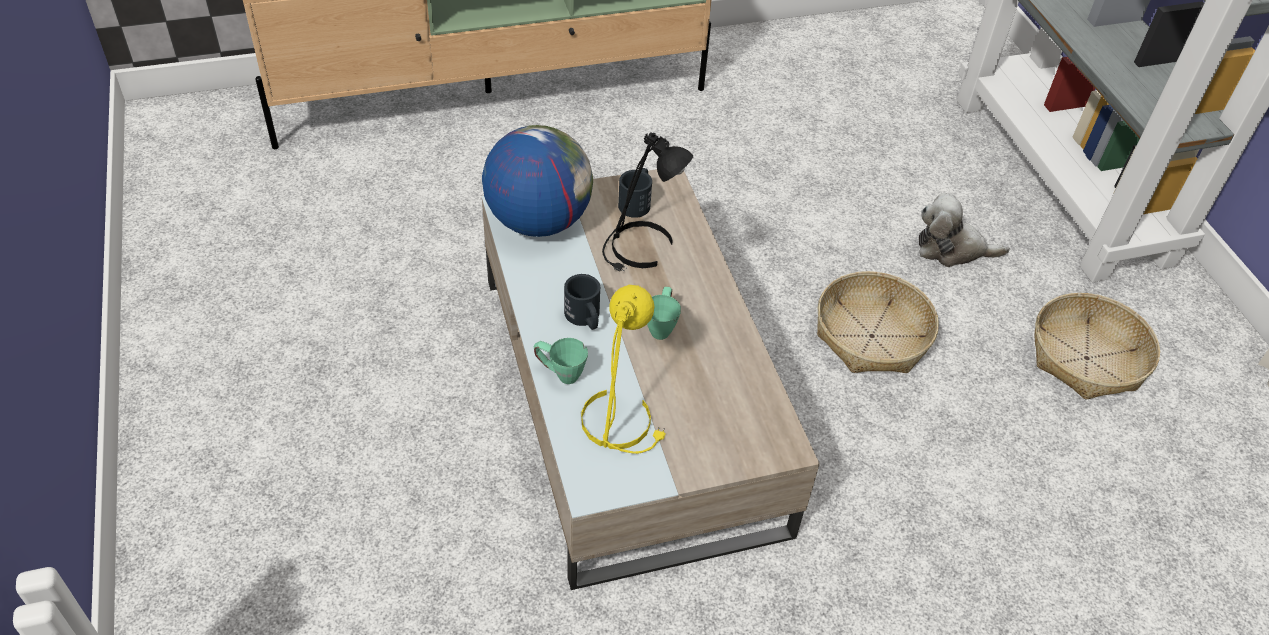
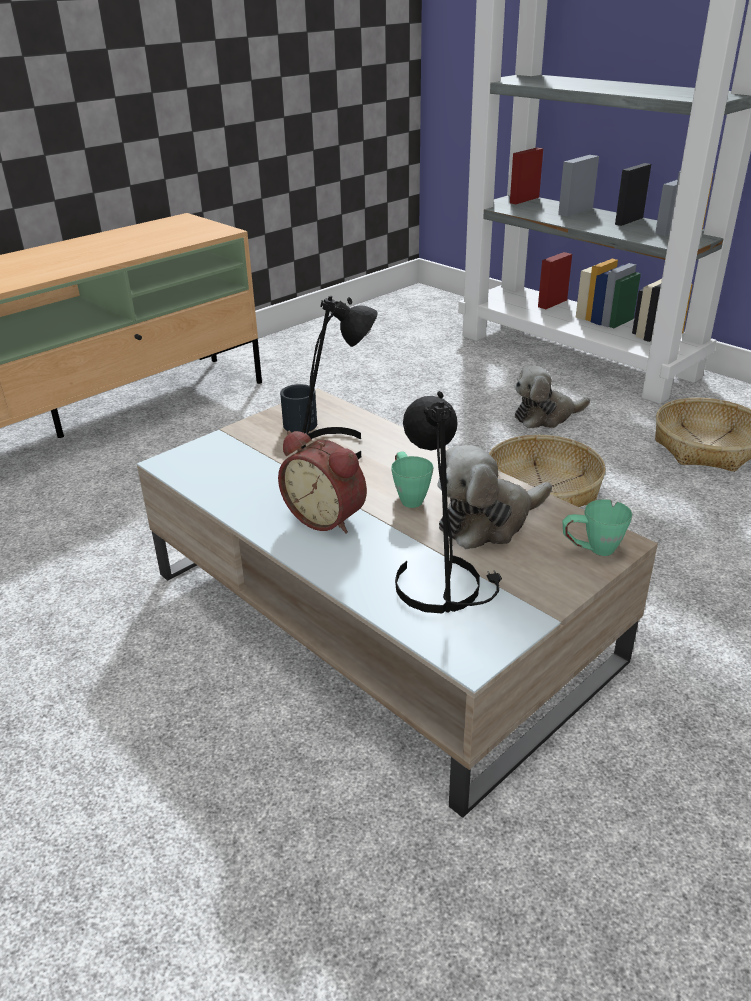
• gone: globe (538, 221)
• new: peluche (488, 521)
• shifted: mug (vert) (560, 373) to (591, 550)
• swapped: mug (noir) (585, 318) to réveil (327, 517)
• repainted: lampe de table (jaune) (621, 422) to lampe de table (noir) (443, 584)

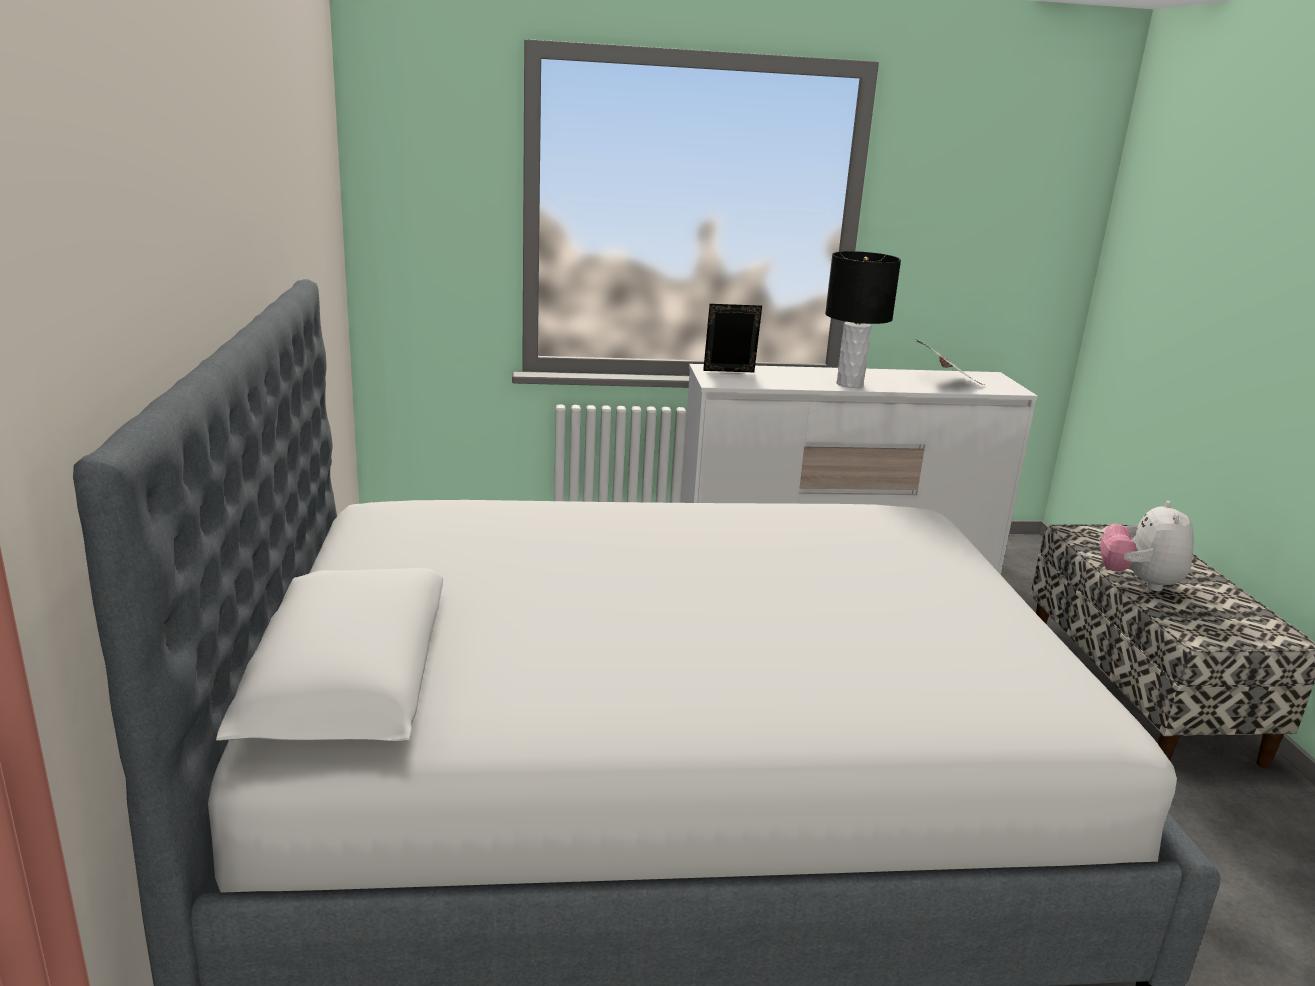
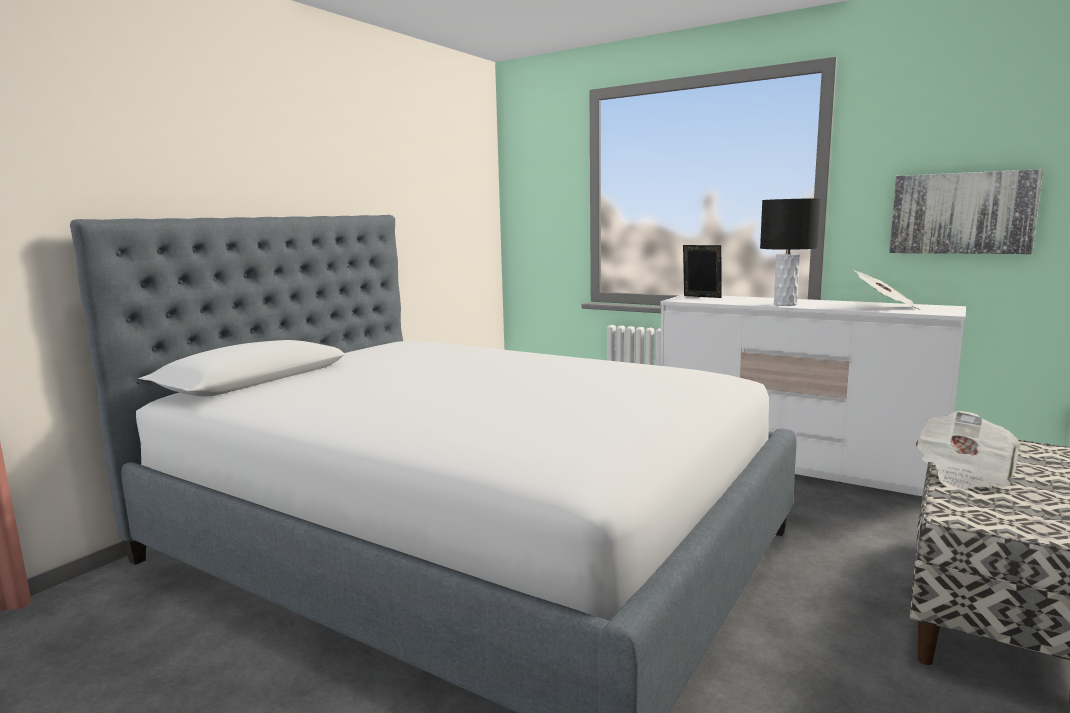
• new: tableau (961, 213)
• swapped: peluche (1139, 582) to journal (963, 474)

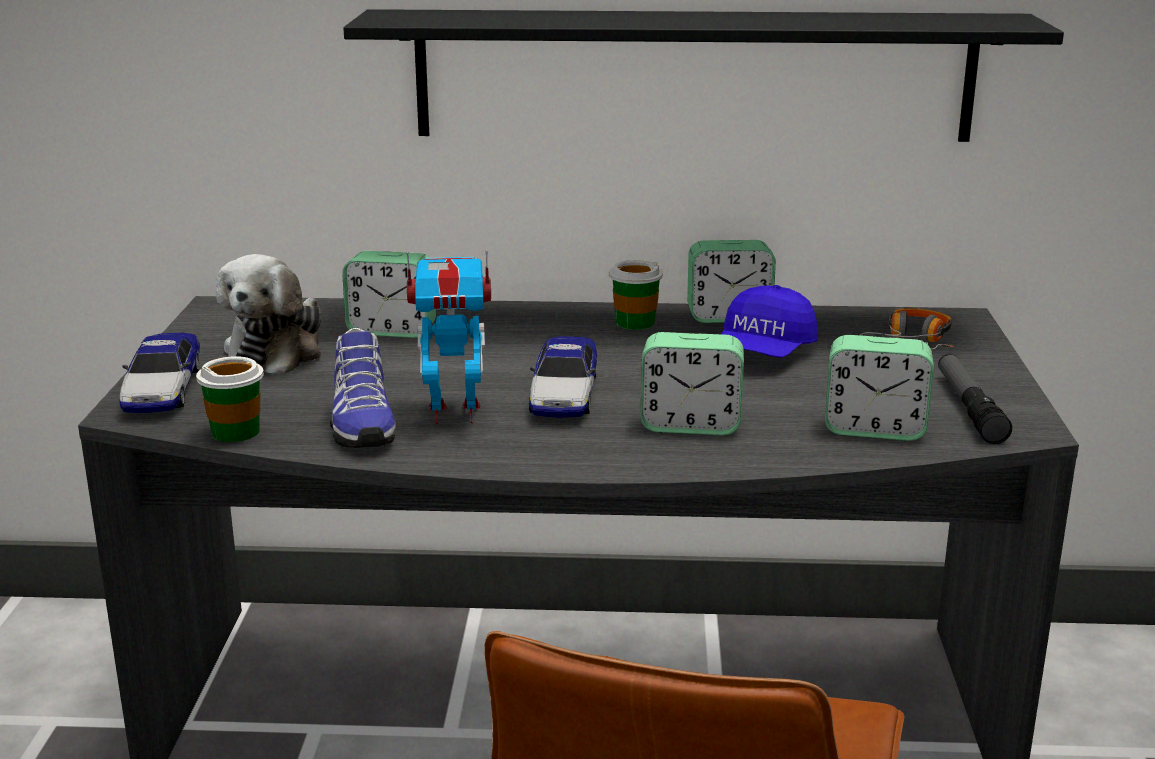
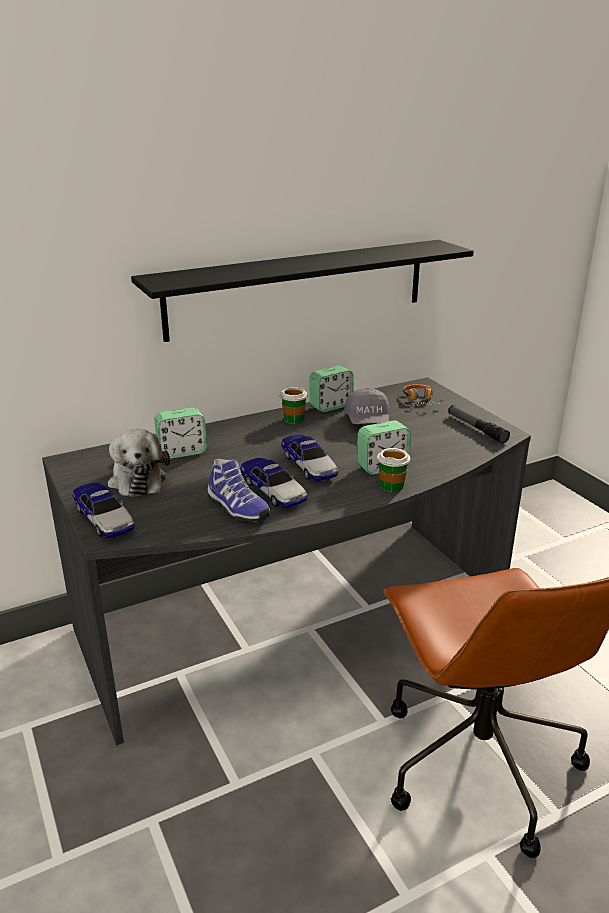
• gone: réveil (874, 429)
• shifted: tasse (236, 432) to (392, 485)
• swapped: robot jouet (454, 413) to petite voiture (273, 490)
• repainted: casquette (bleu) (764, 352) to casquette (gris) (367, 421)

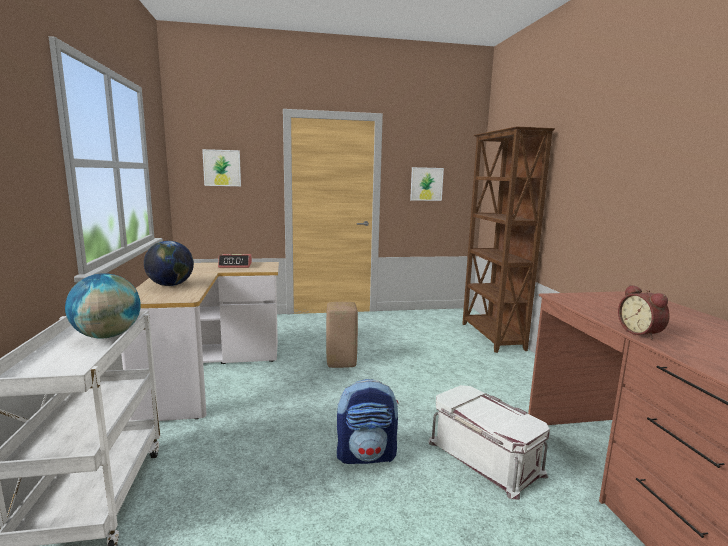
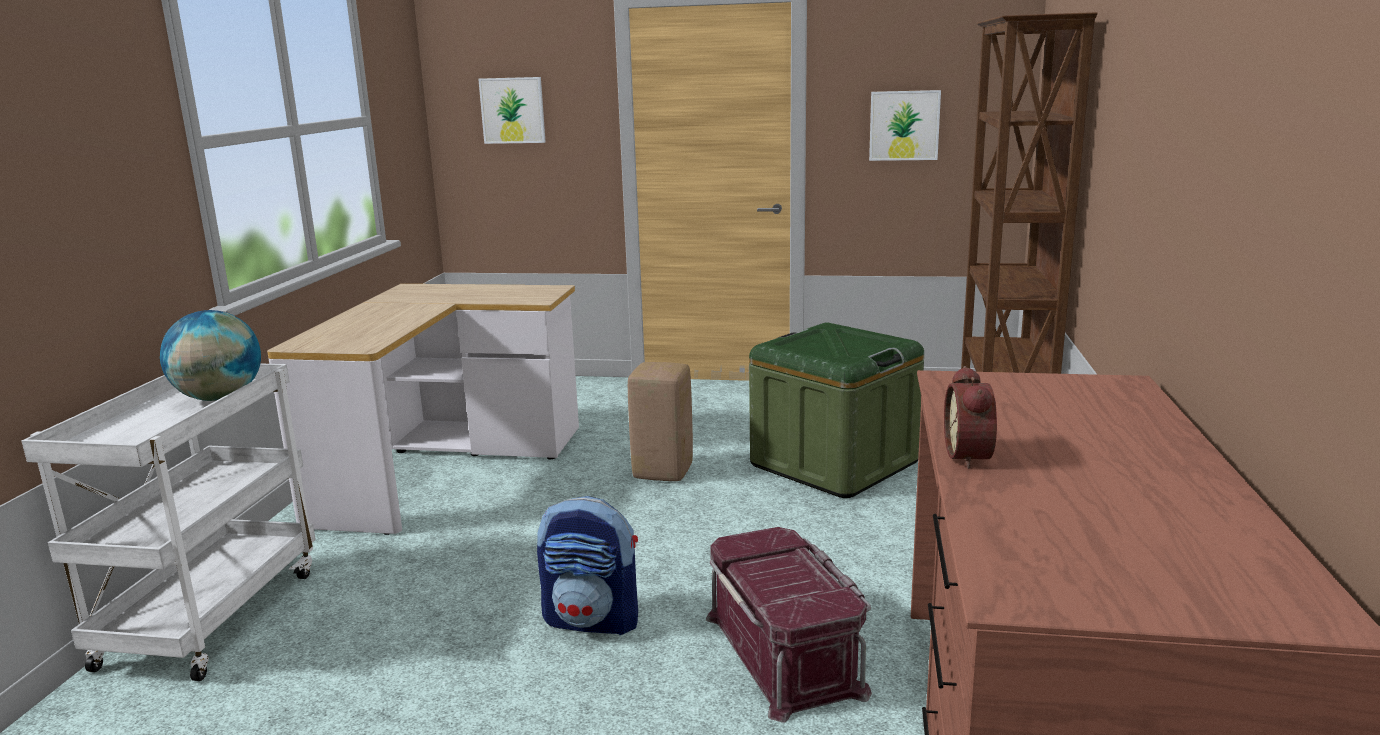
• gone: globe (171, 285)
• gone: réveil (235, 265)
• new: boîte de rangement (vert) (834, 463)
• repainted: boîte de rangement (blanc) (485, 457) to boîte de rangement (rouge) (786, 653)

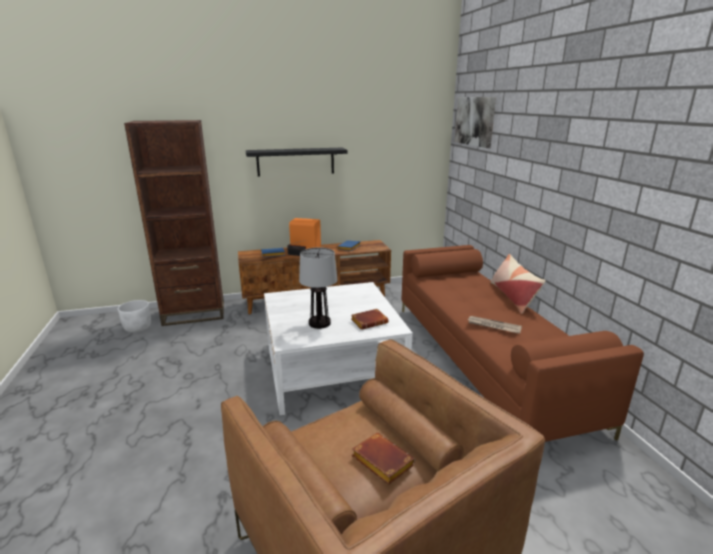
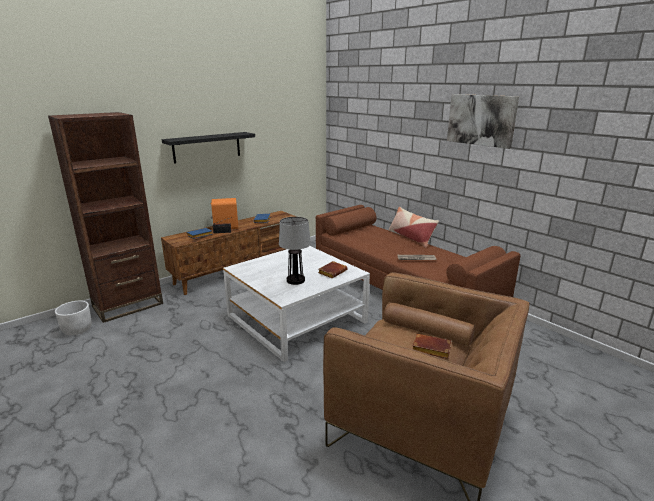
• shifted: tableau (475, 121) to (481, 120)

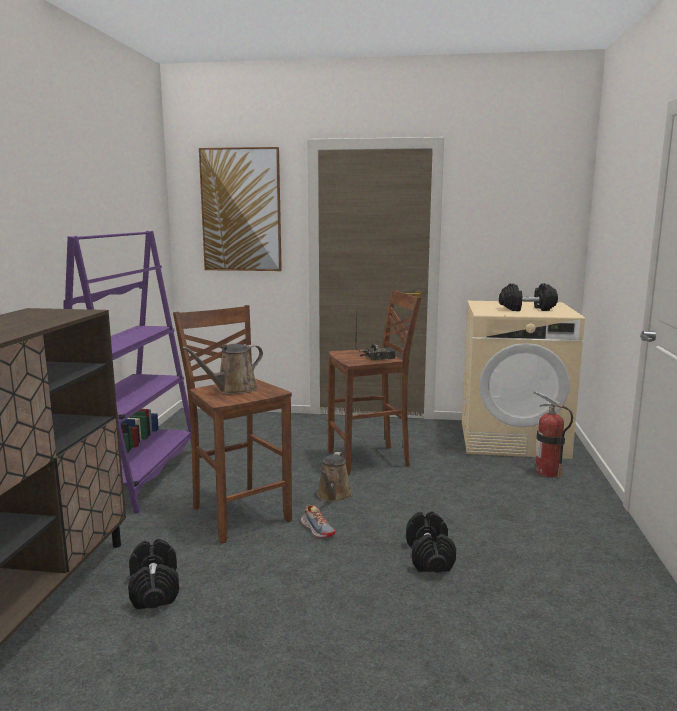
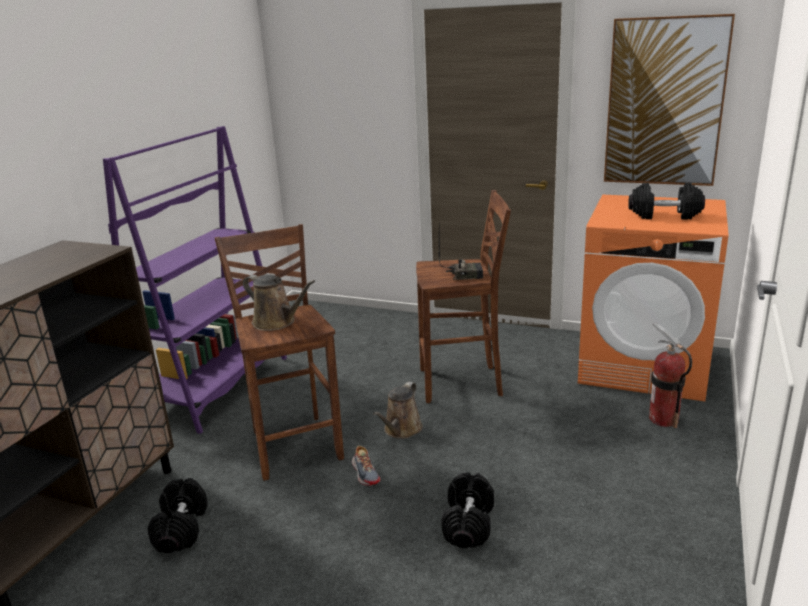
• shifted: tableau (241, 210) to (664, 103)
• repainted: lave-linge (beige) (513, 439) to lave-linge (orange) (644, 366)
• rotated: arrosoir (marron) (233, 389) = (277, 322) 120 degrees counterclockwise

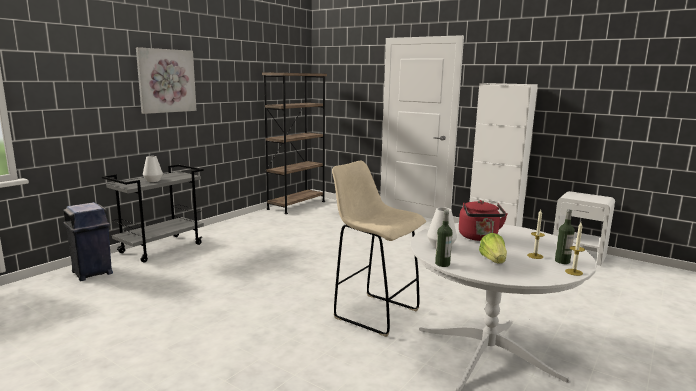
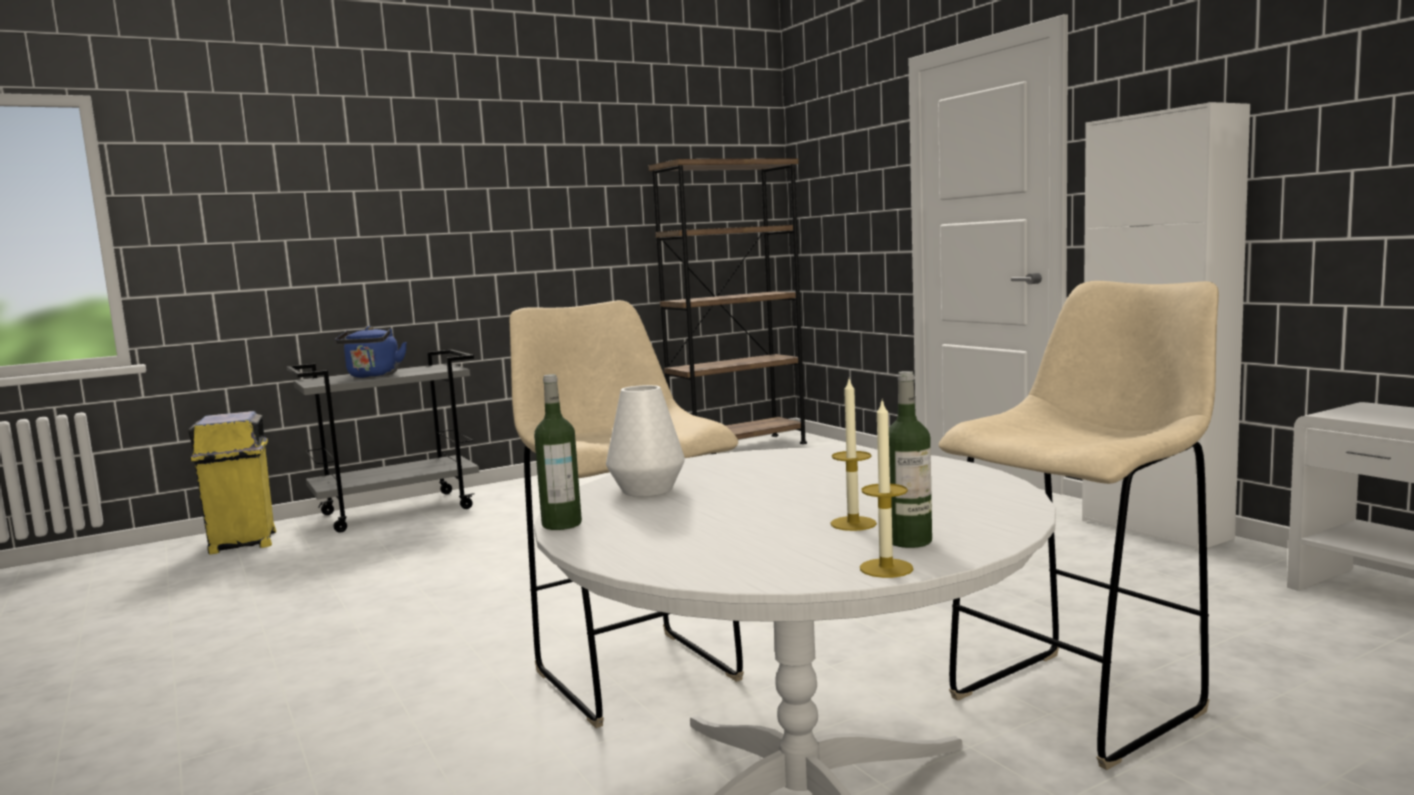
• gone: tableau (166, 81)
• gone: bouilloire (rouge) (479, 237)
• gone: laitue (493, 261)
• new: tabouret (beige) (1081, 702)
• swapped: vase (blanc) (153, 180) to bouilloire (bleu) (373, 376)
• repainted: poubelle (bleu) (92, 273) to poubelle (jaune) (242, 543)

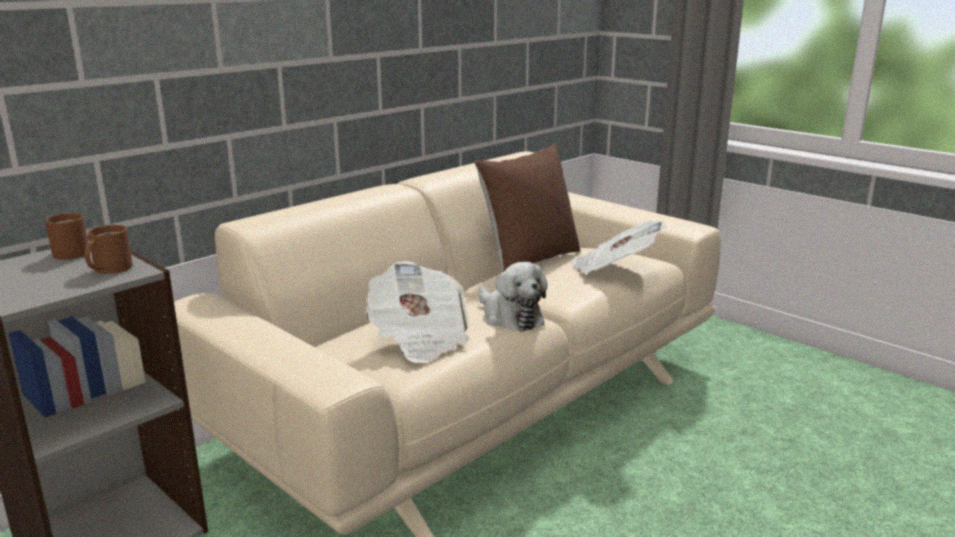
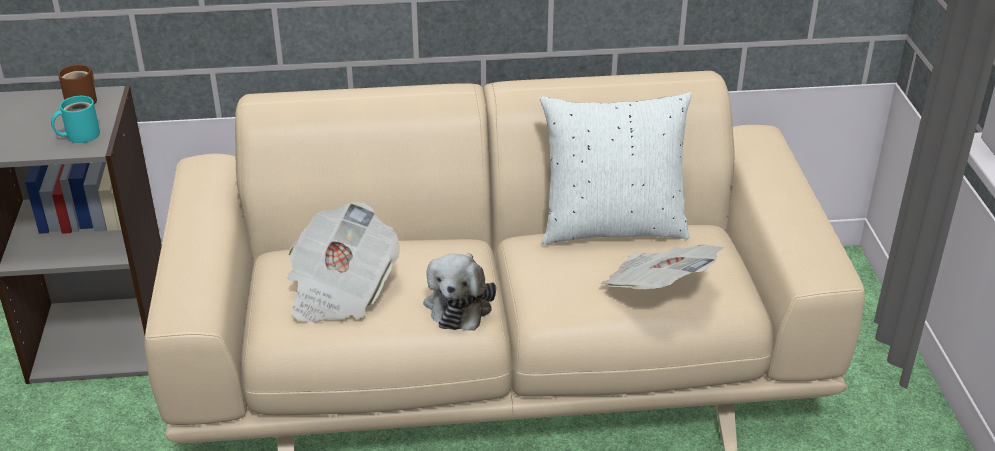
• repainted: mug (marron) (109, 268) to mug (turquoise) (79, 135)
• repainted: coussin (marron) (529, 259) to coussin (blanc) (612, 227)

